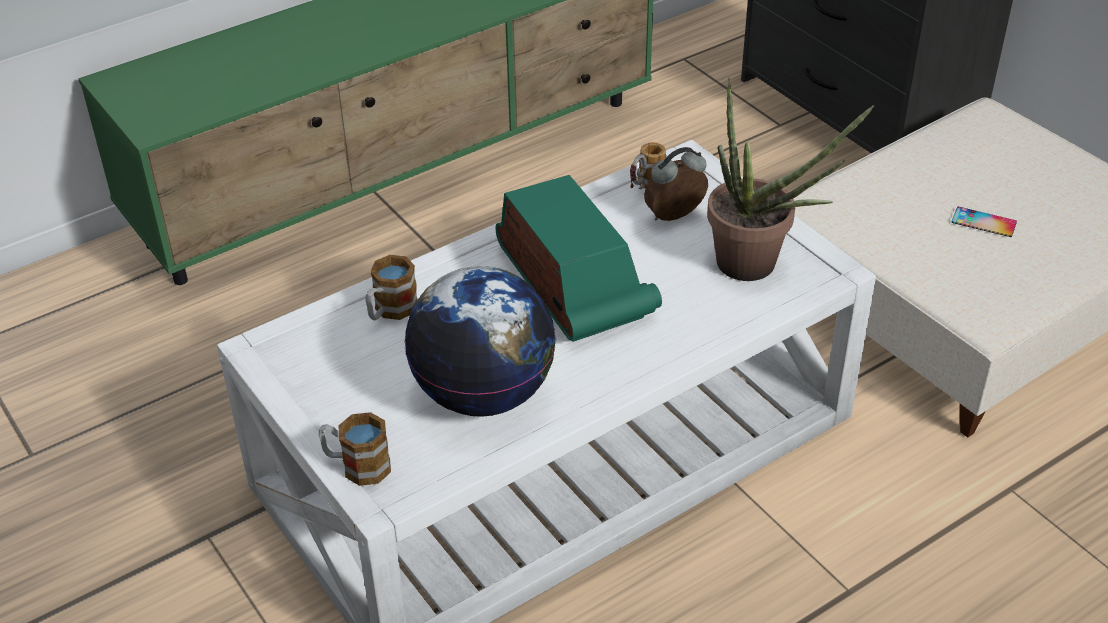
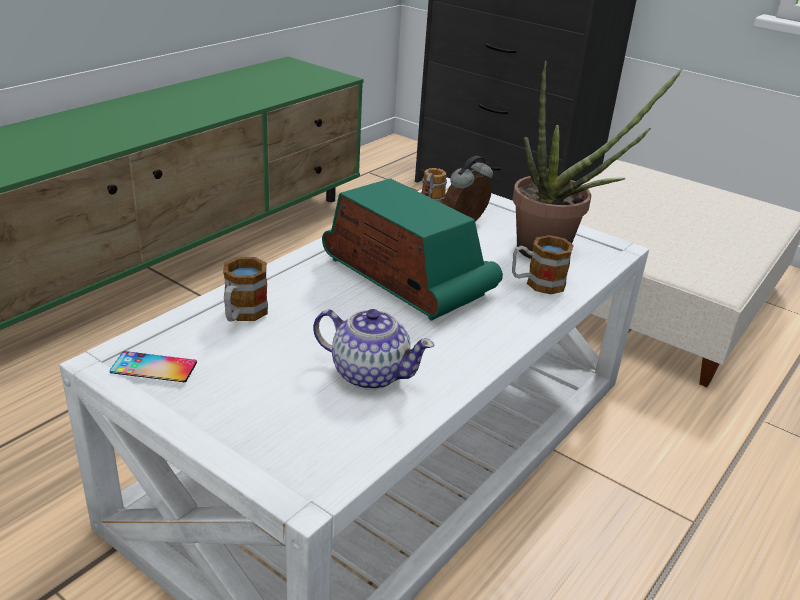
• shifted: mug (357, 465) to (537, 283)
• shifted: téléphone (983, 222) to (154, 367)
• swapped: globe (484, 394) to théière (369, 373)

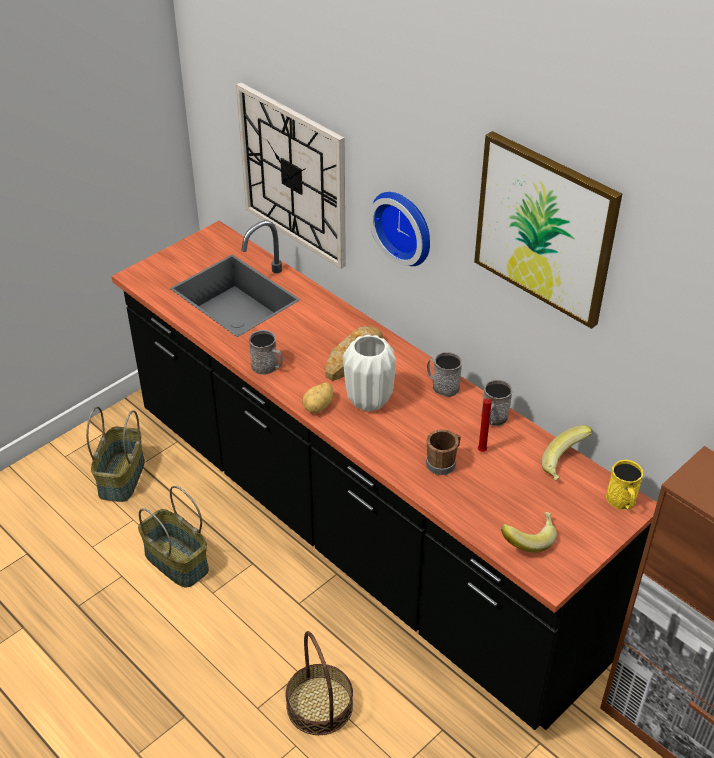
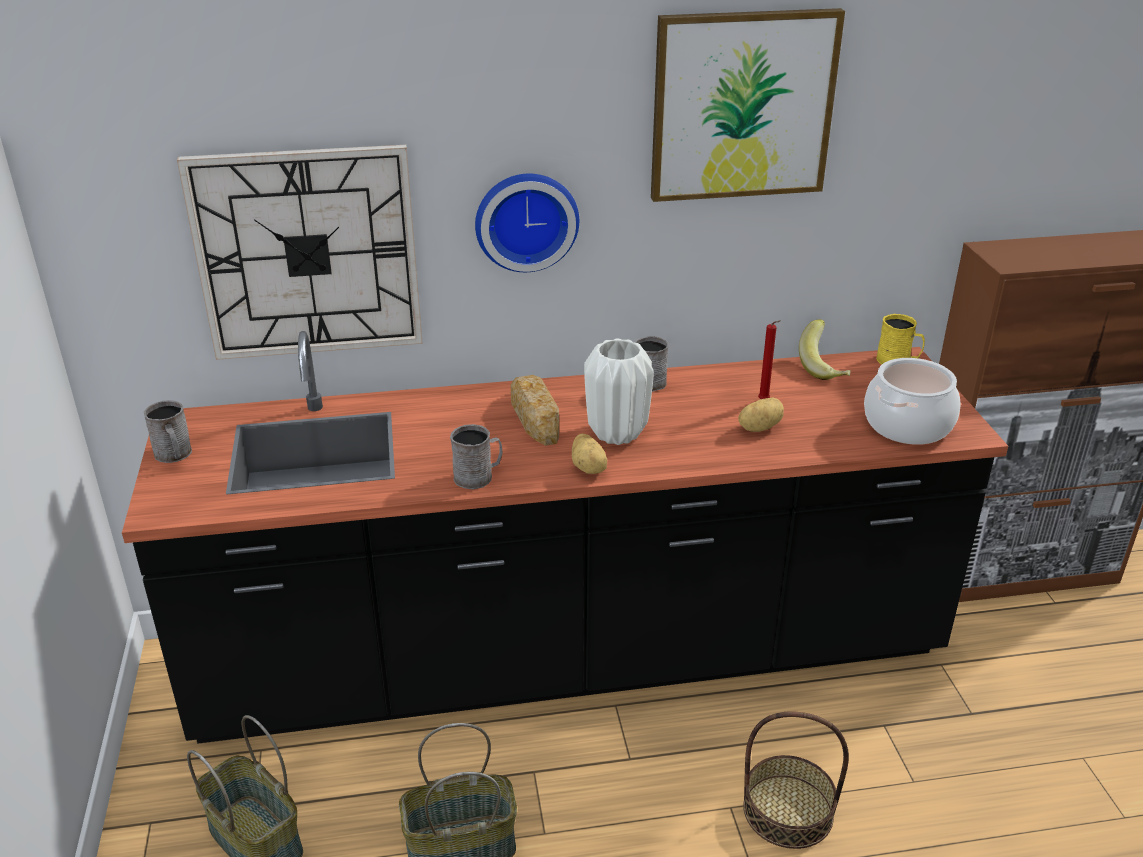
• shifted: mug (gris) (493, 419) to (174, 455)
• swapped: mug (marron) (443, 462) to pomme de terre (758, 427)
• swapped: banane (528, 538) to marmite (907, 424)

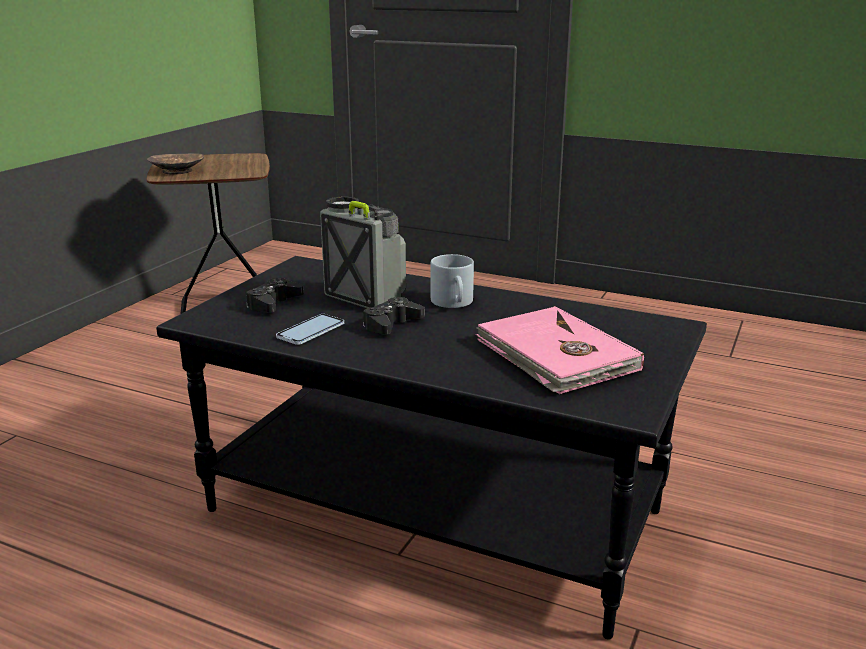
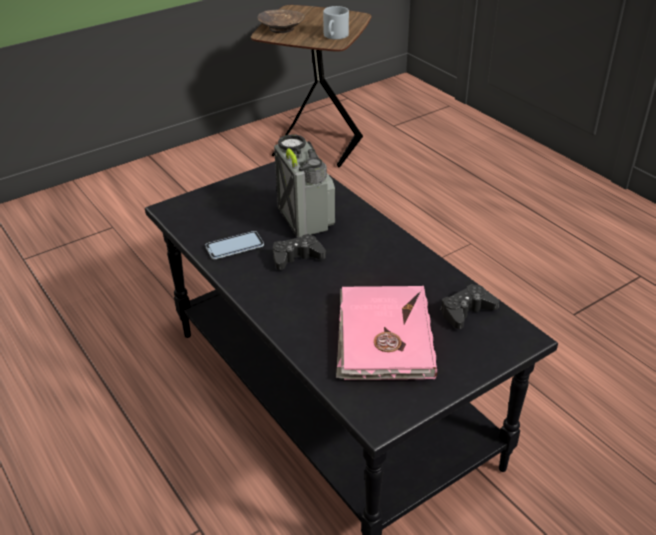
• shifted: manette (noir) (273, 303) to (466, 311)
• shifted: mug (gris) (454, 303) to (335, 36)

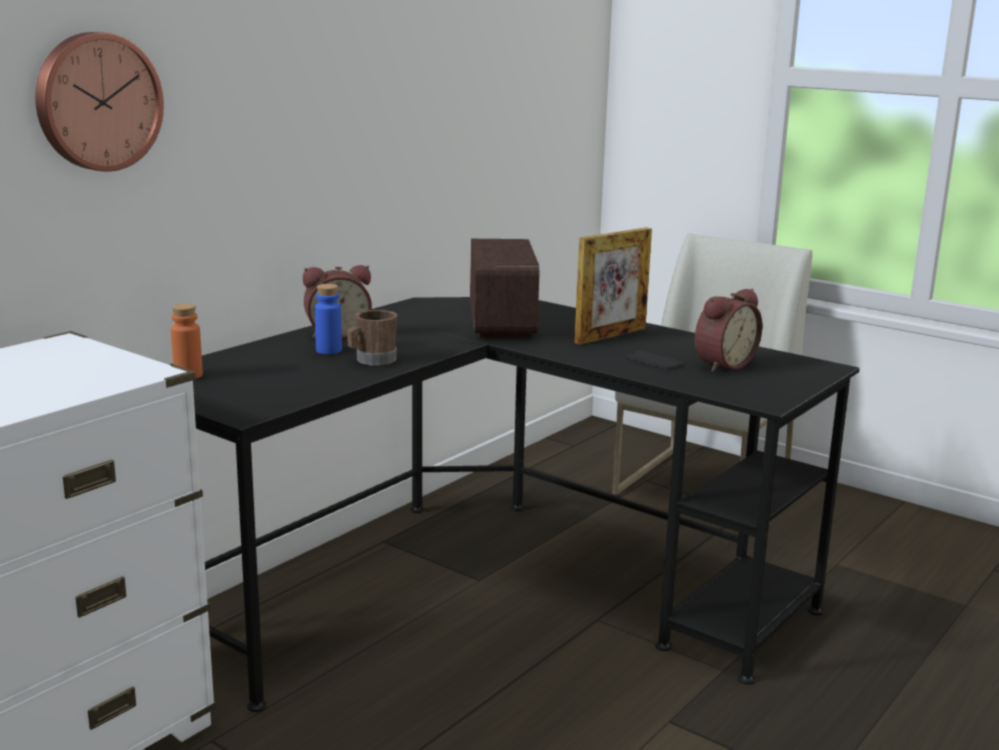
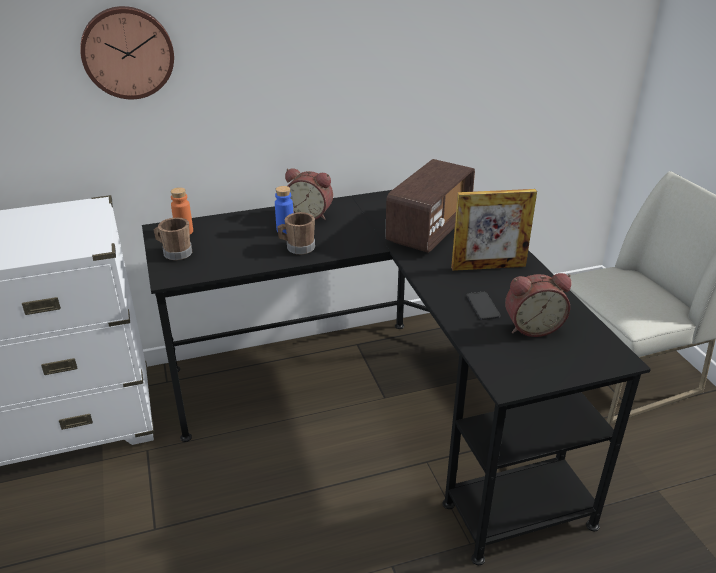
• new: mug (marron) (174, 252)

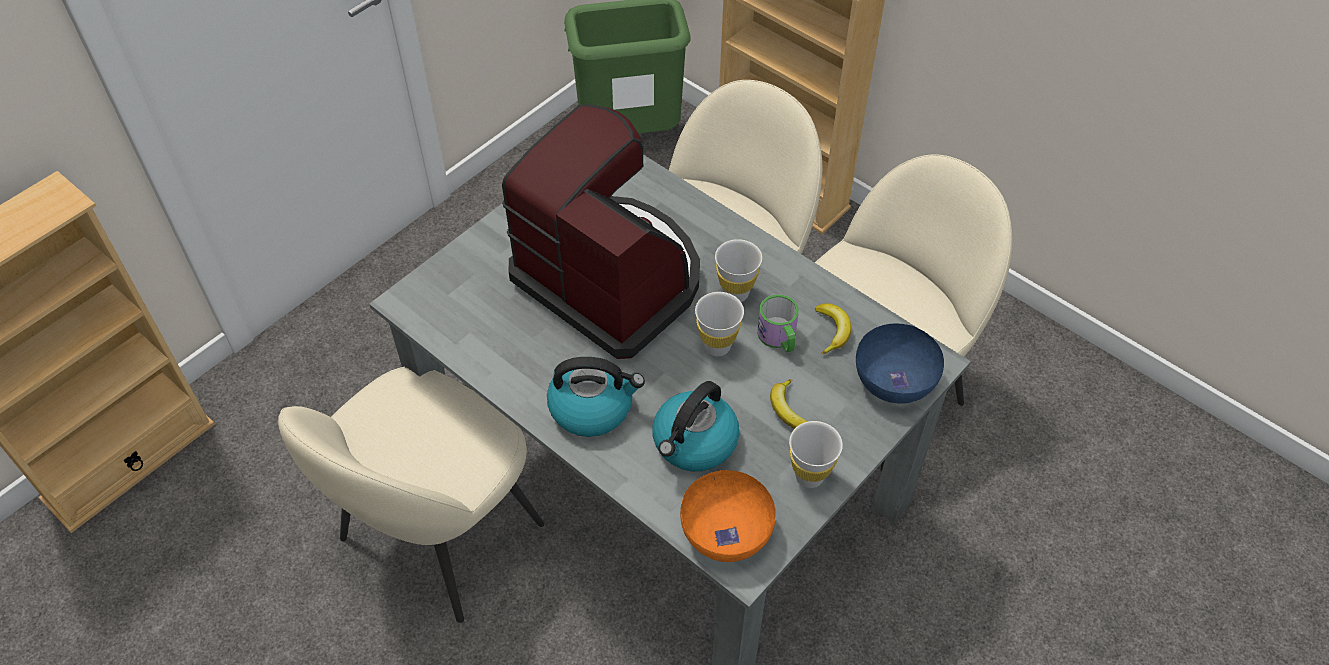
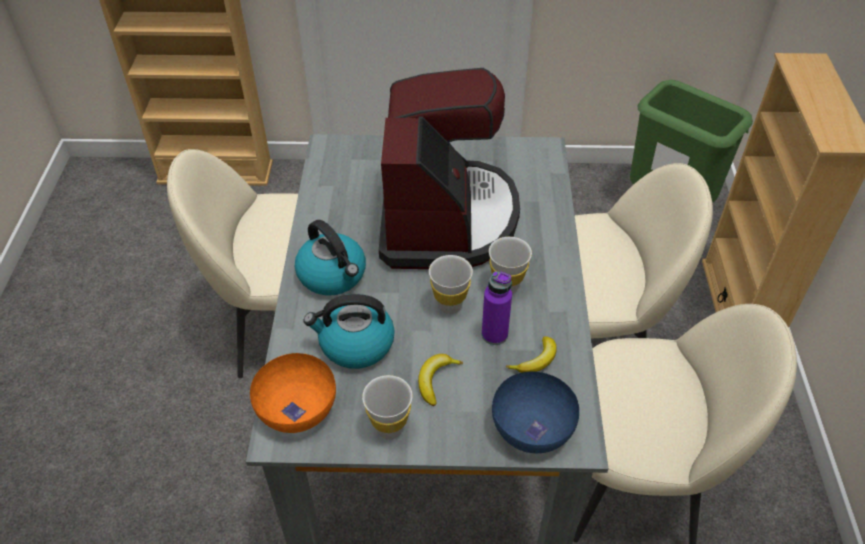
• swapped: mug (779, 338) to bouteille (violet) (494, 334)

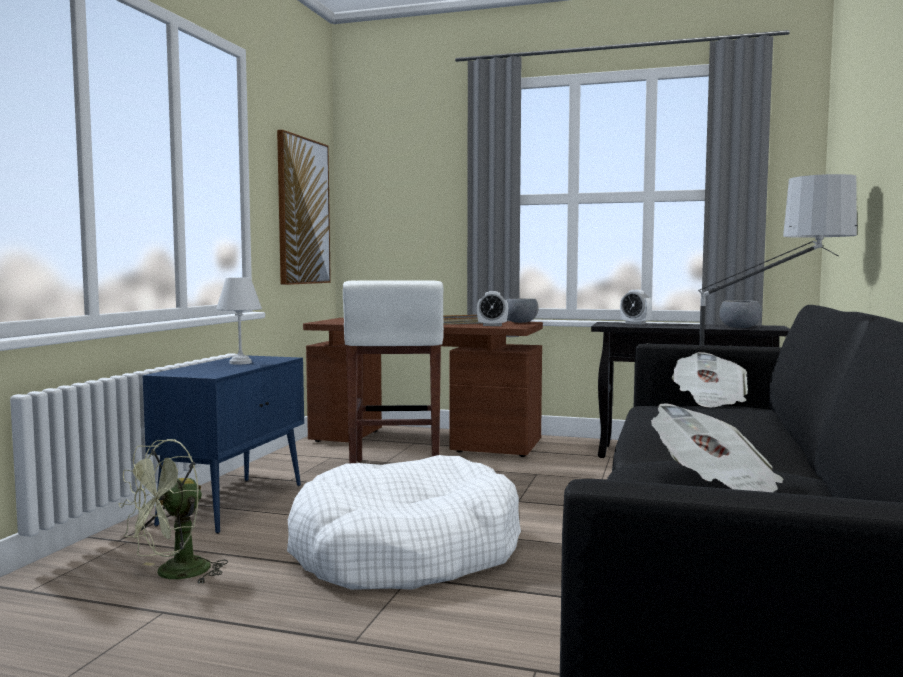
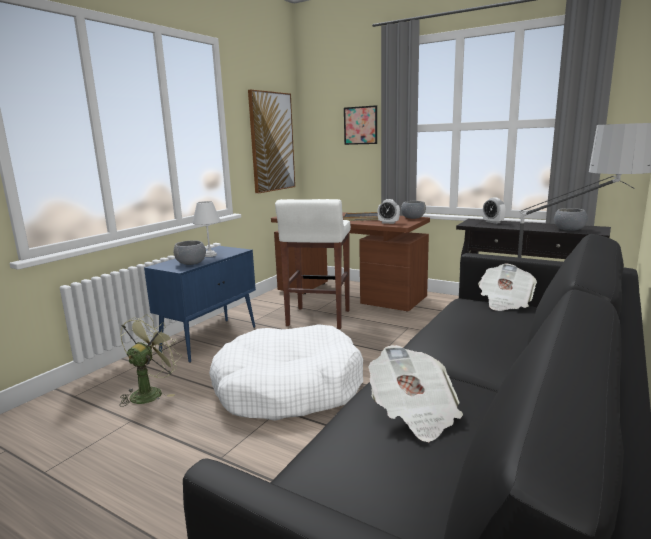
• new: bol (gris) (191, 263)
• new: tableau (360, 125)
• rotated: ventilateur (vert) (173, 575) = (150, 392) 150 degrees clockwise

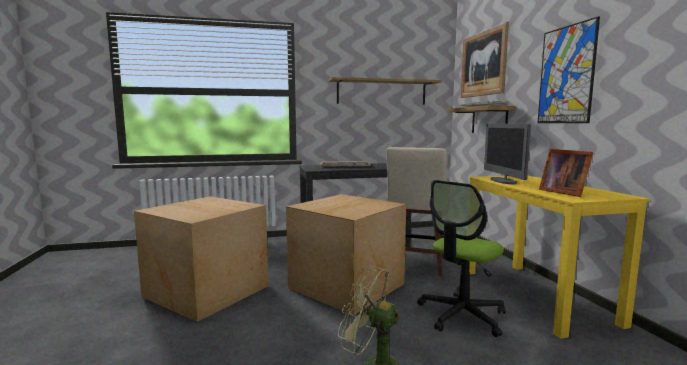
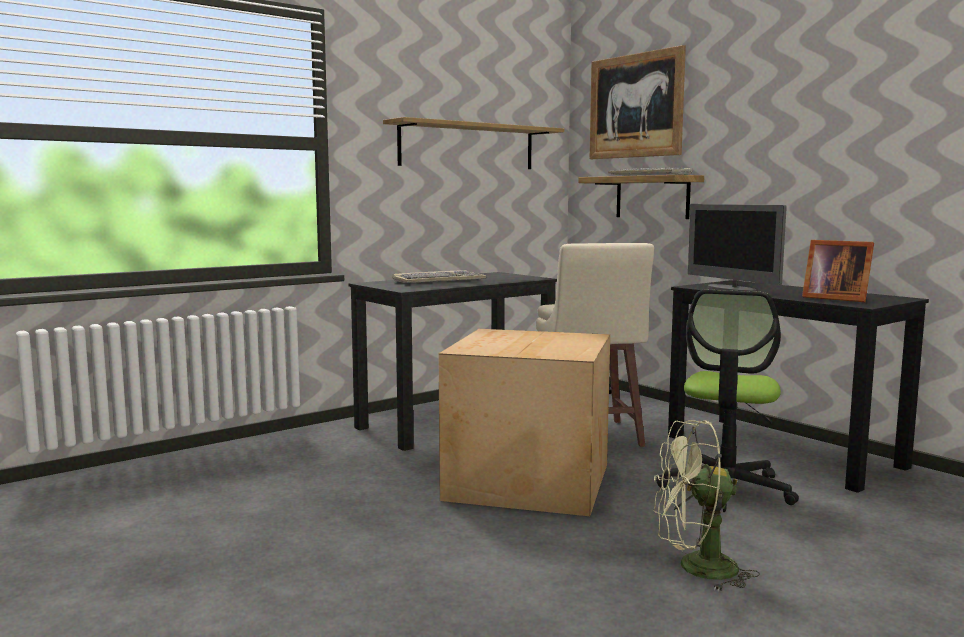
• gone: carton (207, 290)
• gone: tableau (566, 75)
• repainted: bureau (jaune) (535, 295) to bureau (noir) (783, 451)

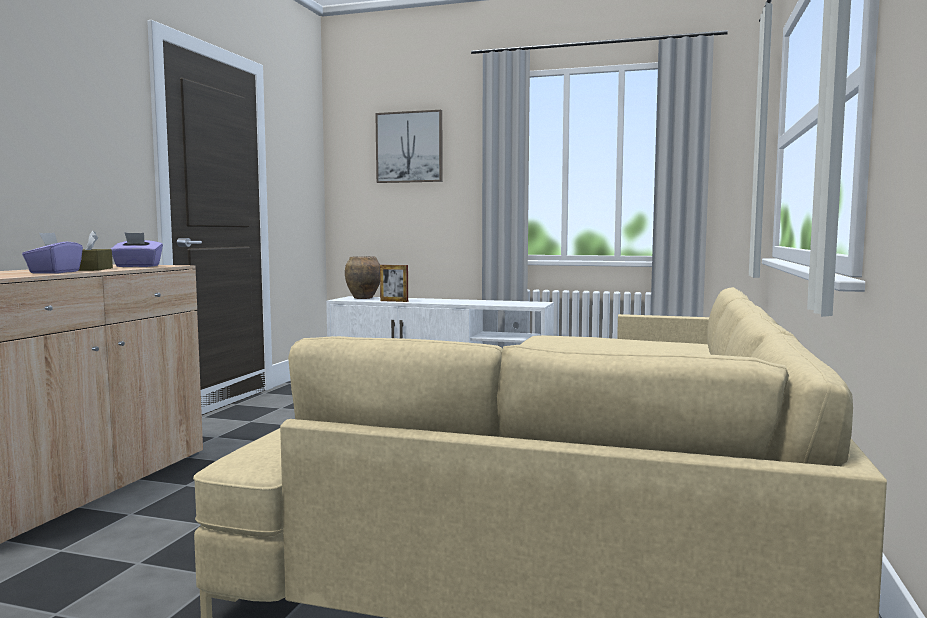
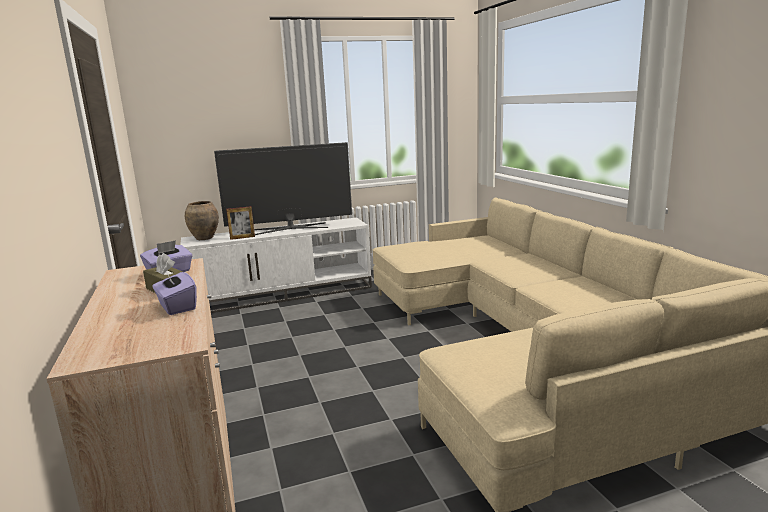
• gone: tableau (409, 147)
• new: téléviseur (291, 228)

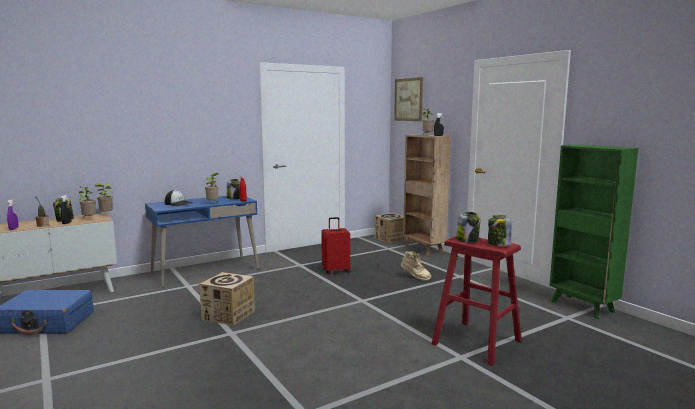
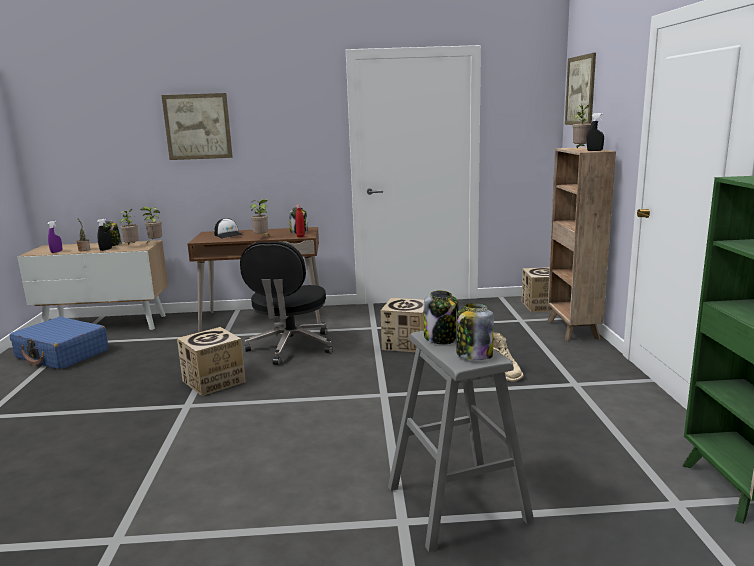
• new: tableau (197, 126)
• new: chaise de bureau (noir) (290, 347)
• swapped: valise (rouge) (336, 271) to carton (406, 343)
• repainted: bureau (bleu) (205, 271) to bureau (marron) (263, 319)
• repainted: tabouret (rouge) (477, 342) to tabouret (gris) (457, 504)

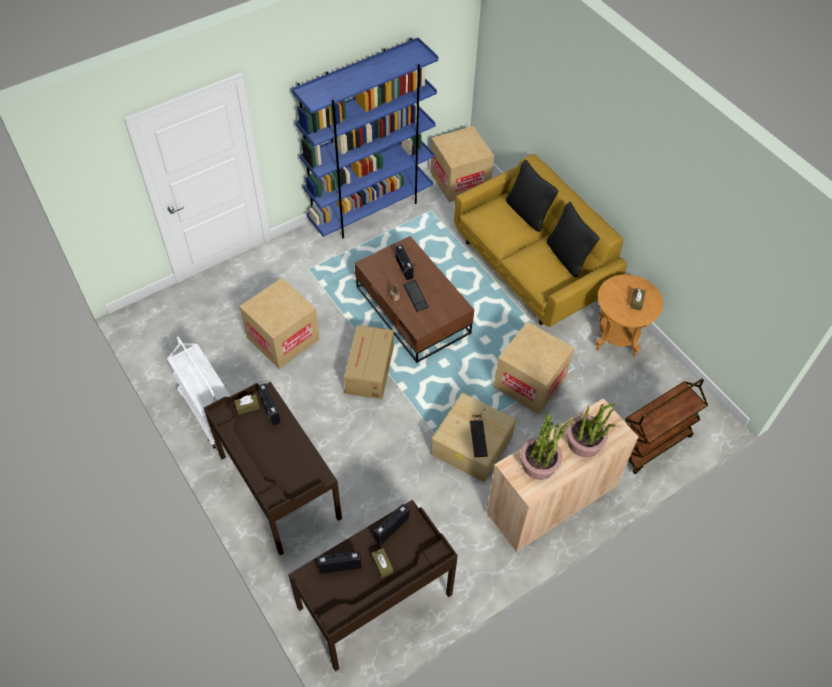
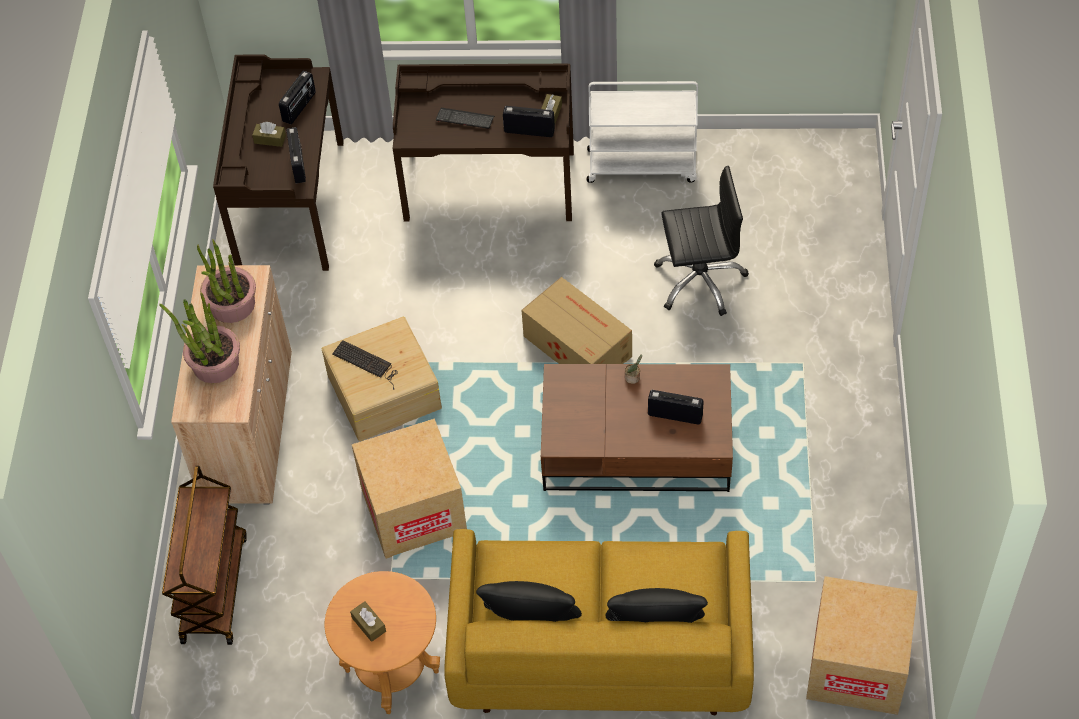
• gone: bibliothèque (bleu) (371, 209)
• shifted: clavier (415, 296) to (465, 119)
• swapped: carton (283, 338) to chaise de bureau (noir) (699, 280)

